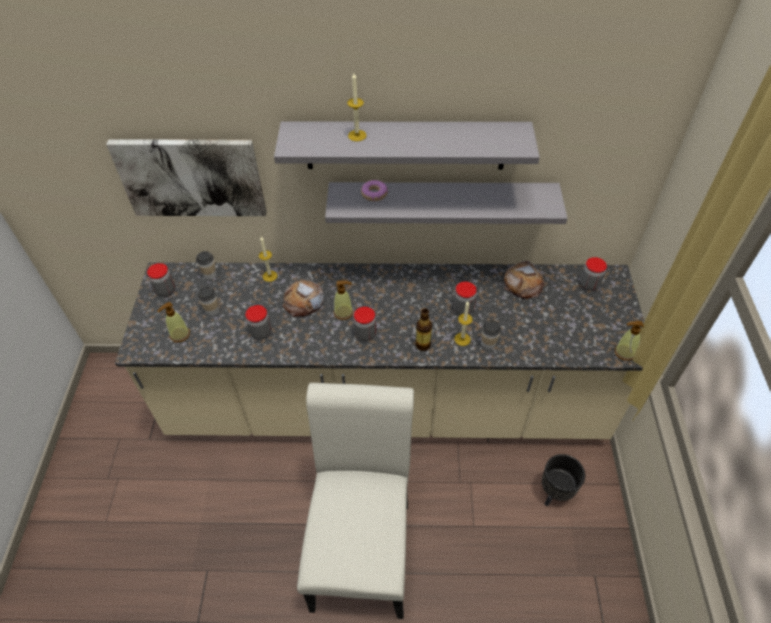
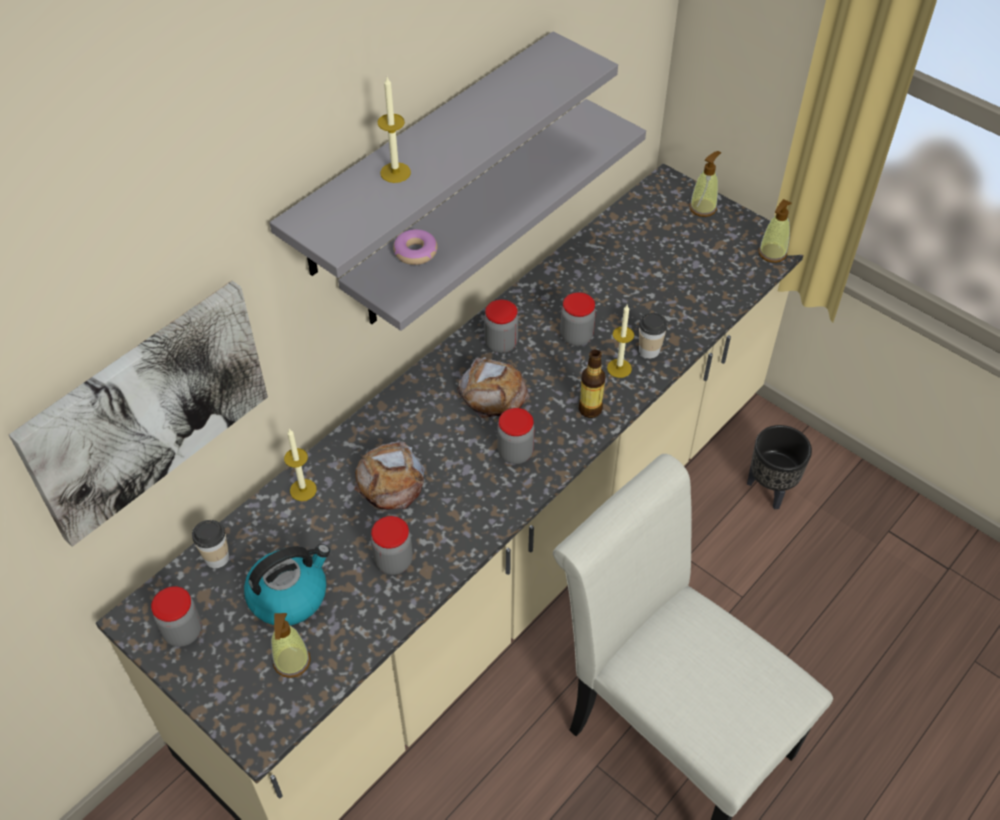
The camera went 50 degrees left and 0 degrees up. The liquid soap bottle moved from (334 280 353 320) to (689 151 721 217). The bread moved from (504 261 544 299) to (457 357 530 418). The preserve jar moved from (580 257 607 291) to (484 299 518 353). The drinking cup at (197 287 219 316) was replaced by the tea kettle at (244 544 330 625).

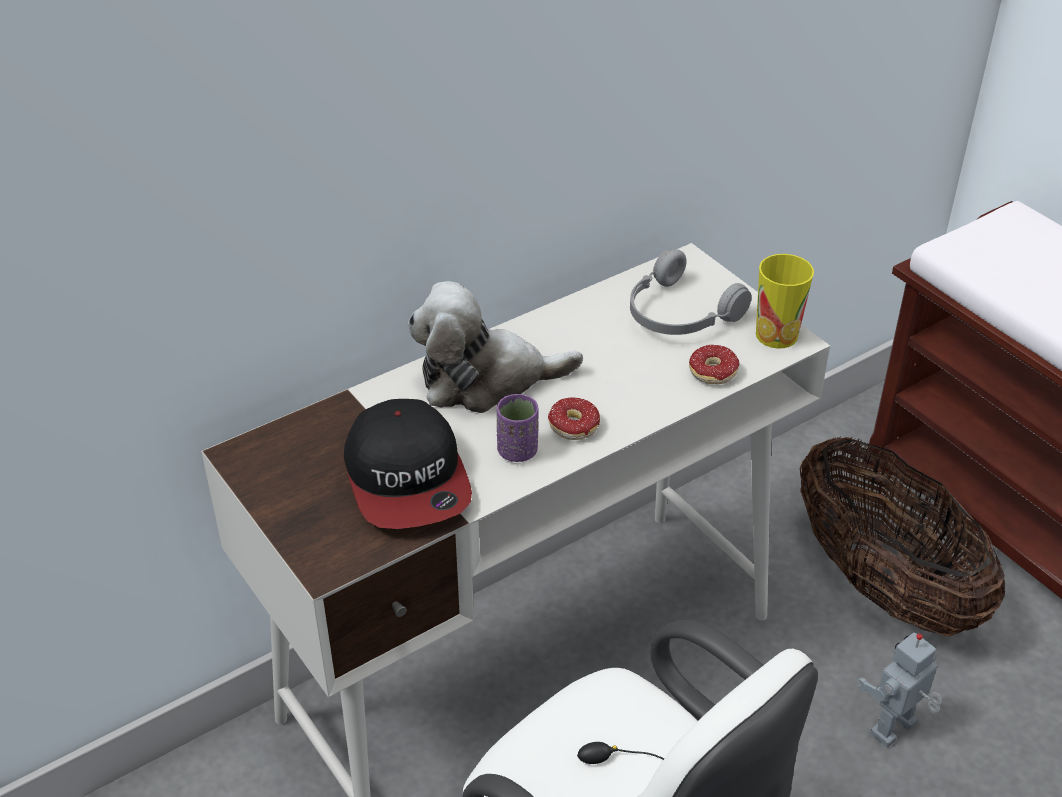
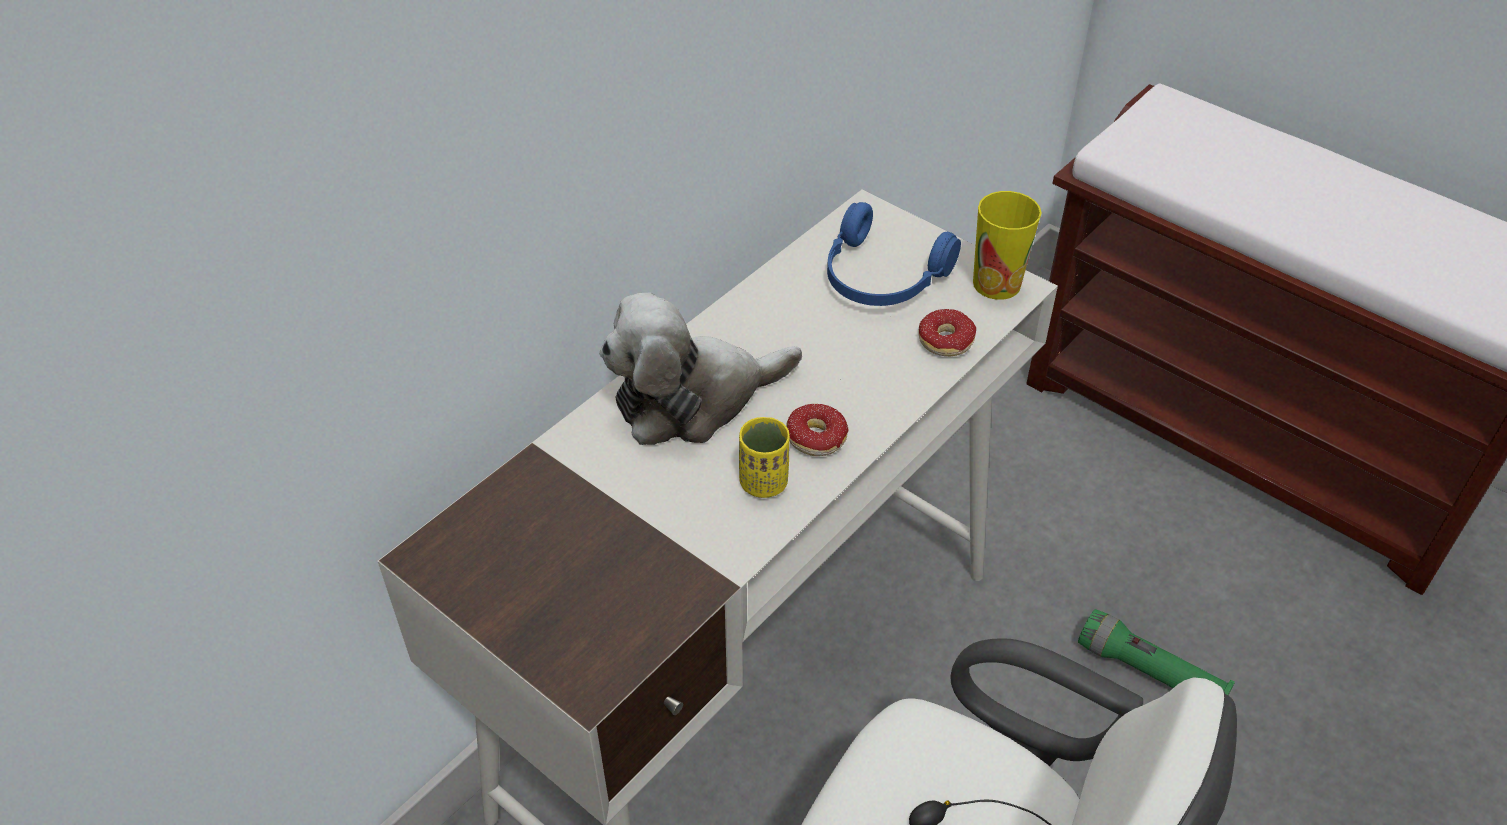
The camera went 15 degrees left and 5 degrees up. The peaked cap at (344 399 472 529) disappeared. The basket at (800 436 1005 637) disappeared. The model robot at (857 632 942 747) was replaced by the torch/greenish at (1078 609 1235 695). The drinking cup/purple-coloured at (496 394 538 462) became the drinking cup/yellowish at (739 417 790 498). The headset/greyish at (630 249 752 335) became the headset/blue-coloured at (827 202 961 306).

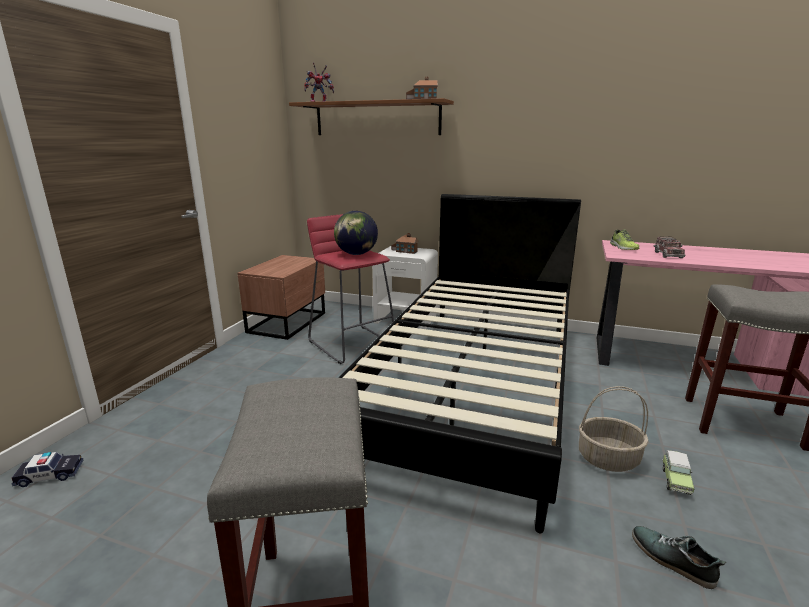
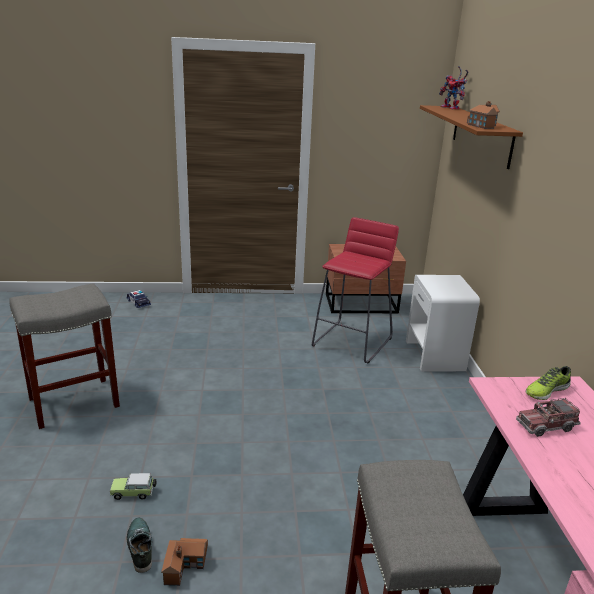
The camera went 65 degrees right and 5 degrees up. The desk globe at (334 211 378 255) disappeared. The bed/blackish at (339 194 581 534) disappeared. The basket at (579 386 649 472) disappeared. The model house moved from (391 233 419 254) to (161 538 208 586). The miniature car moved from (662 450 694 495) to (110 473 157 500). The low shoe at (632 526 726 589) turned 45 degrees counterclockwise.

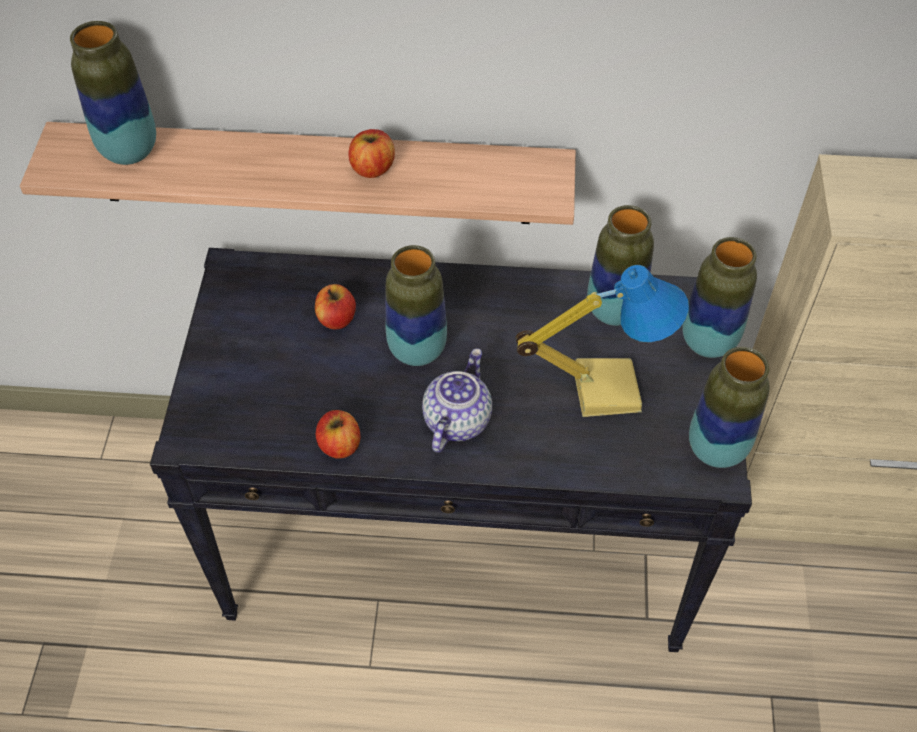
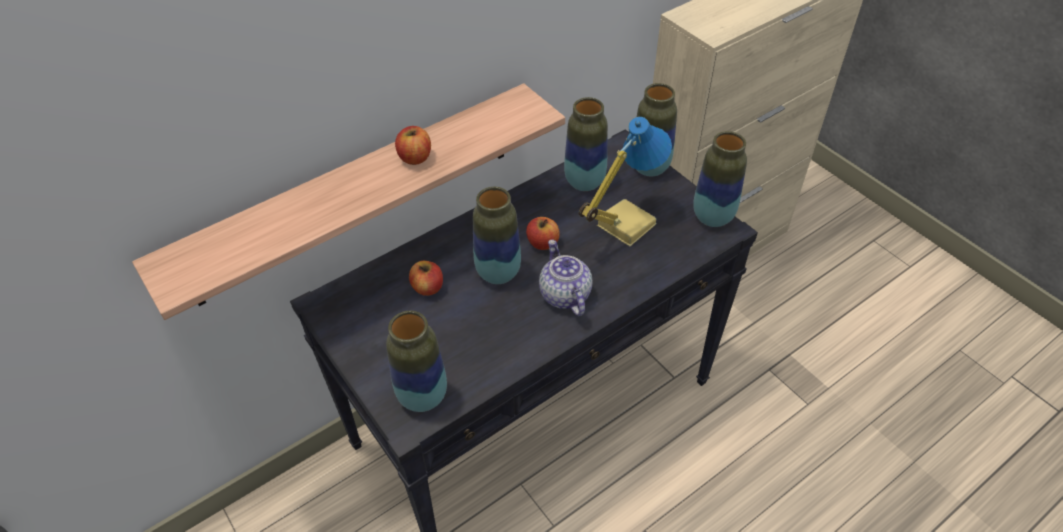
The camera went 40 degrees left and 5 degrees down. The vase moved from (70 21 156 165) to (386 311 447 412). The apple fruit moved from (316 410 360 459) to (526 217 560 250).

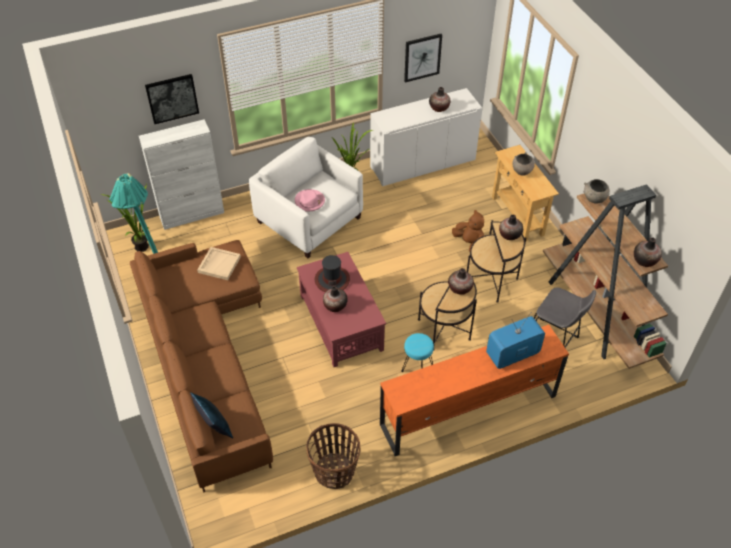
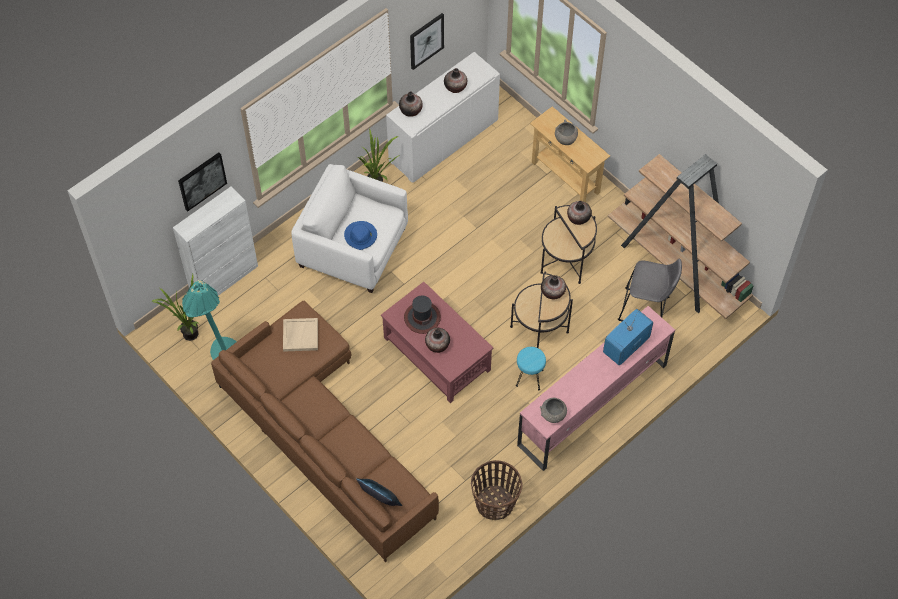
The camera went 20 degrees left and 10 degrees up. The cuddly toy/brownish at (452 210 484 252) disappeared. The serving bowl/greyish moved from (583 179 610 204) to (540 397 567 423). The vase moved from (634 237 662 267) to (399 92 423 117). The hat/pinkish at (295 189 325 212) became the hat/blue-coloured at (344 221 377 250). The media console/orange at (380 325 569 456) became the media console/pinkish at (517 306 675 471).

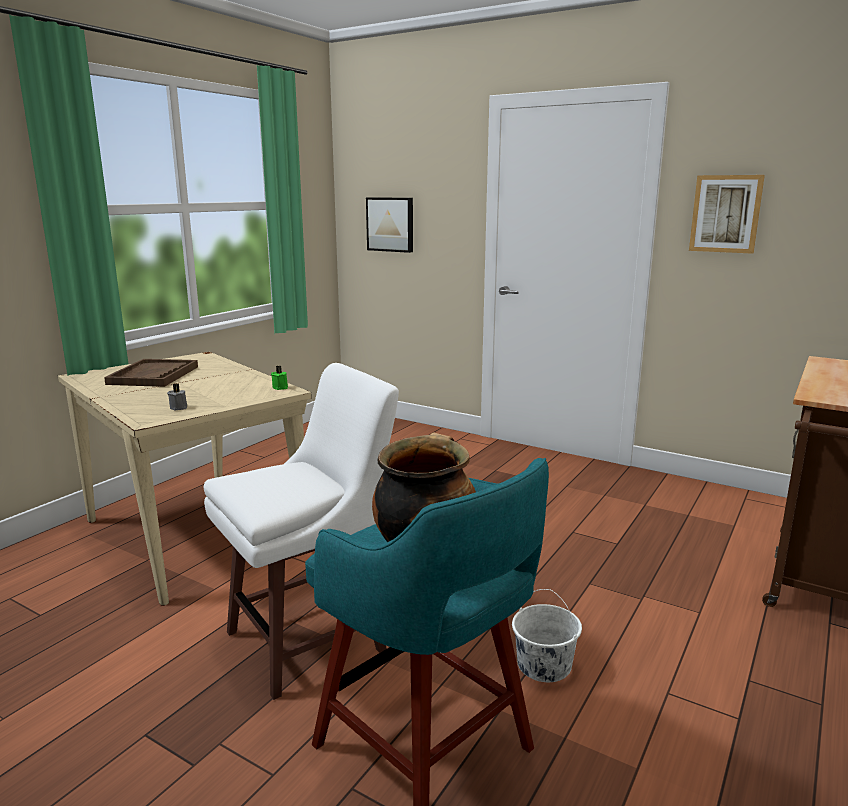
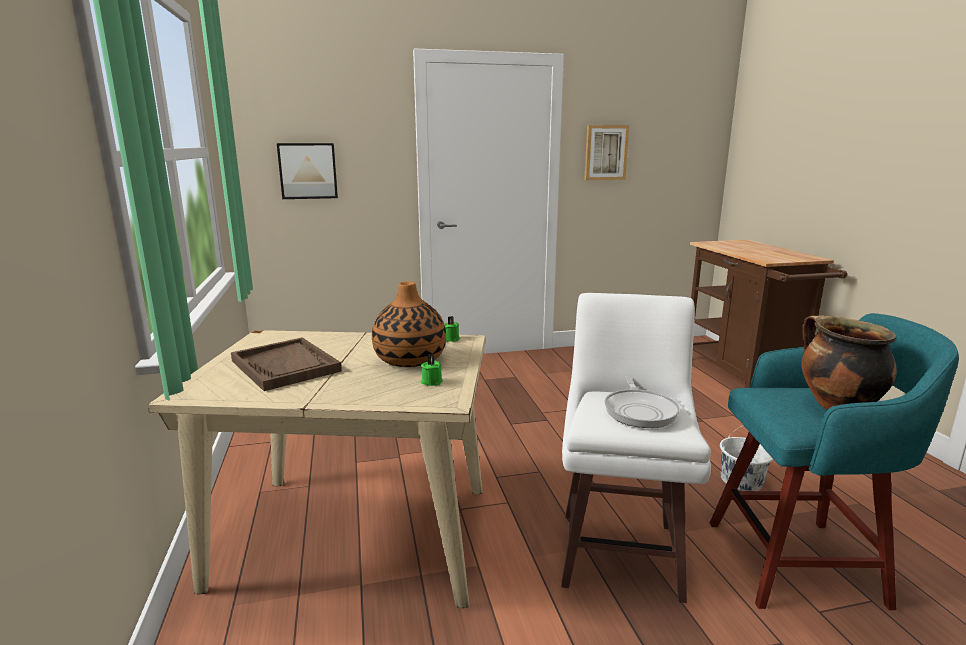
The camera went 45 degrees left and 0 degrees up. The vase at (372 281 446 367) appeared. The pan at (604 376 680 428) appeared. The wax candle/greyish at (167 383 187 410) became the wax candle/greenish at (421 355 443 386).

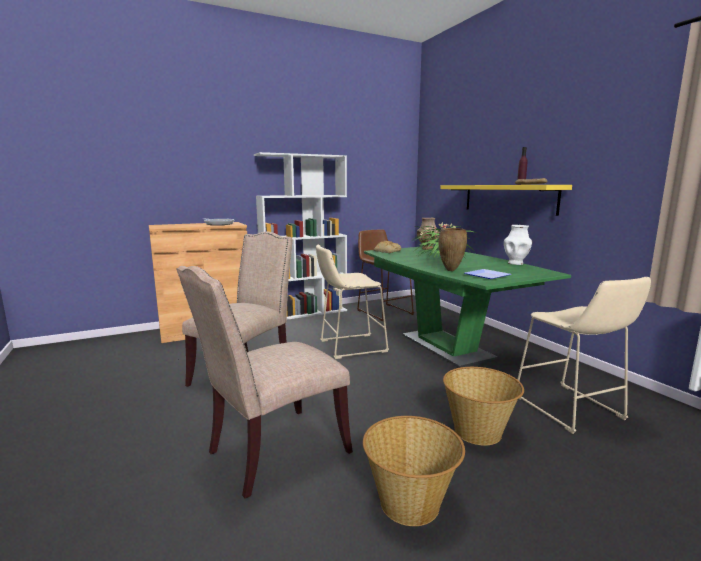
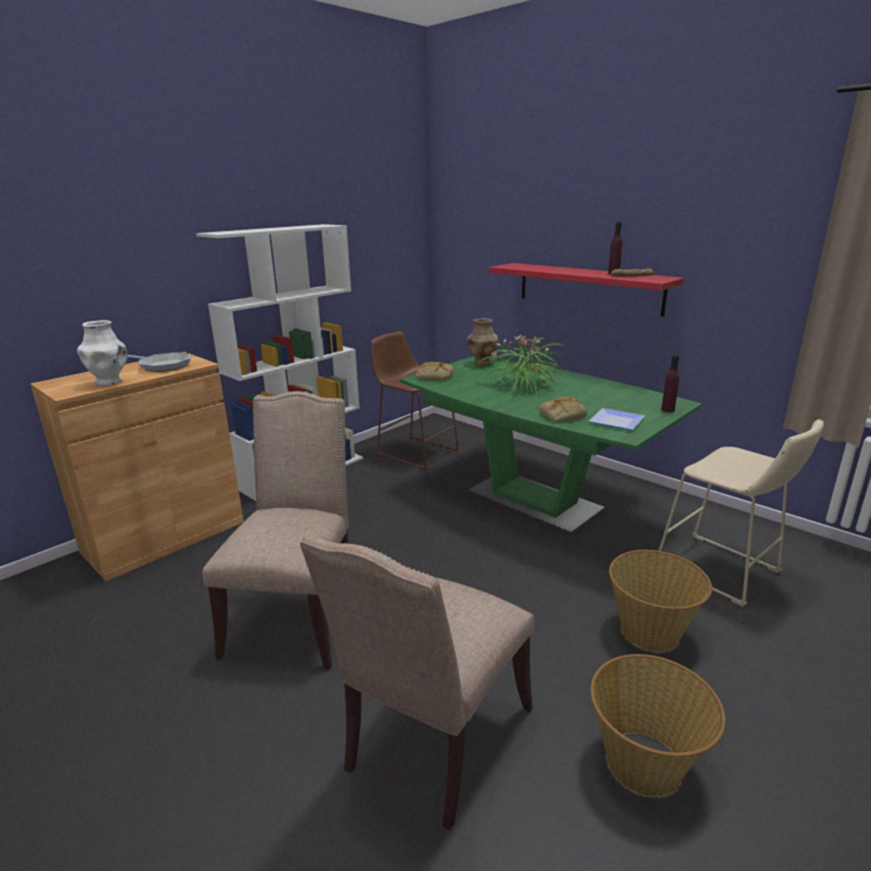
The camera went 20 degrees left and 10 degrees up. The sitting stool/beige at (316 245 389 359) disappeared. The beverage bottle/purple-coloured at (661 355 679 413) appeared. The vase/whitish moved from (504 225 532 265) to (77 320 128 386). The vase/brownish at (438 228 467 271) was replaced by the bread at (539 396 587 422). The bracket shelf/yellowish at (440 185 572 216) became the bracket shelf/reddish at (489 263 684 317).

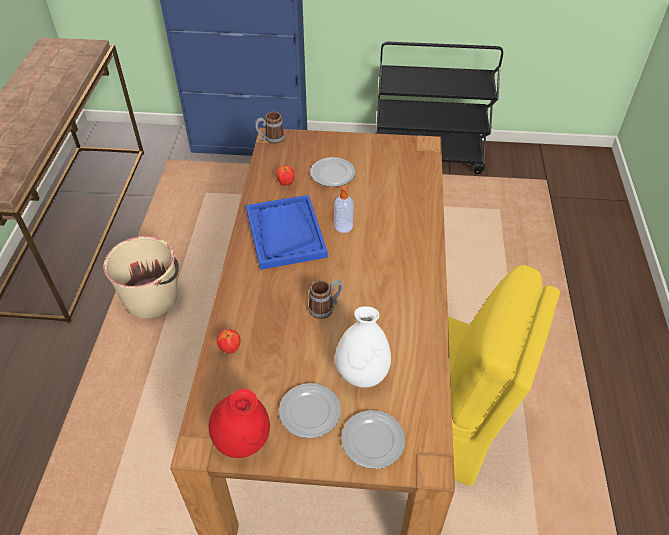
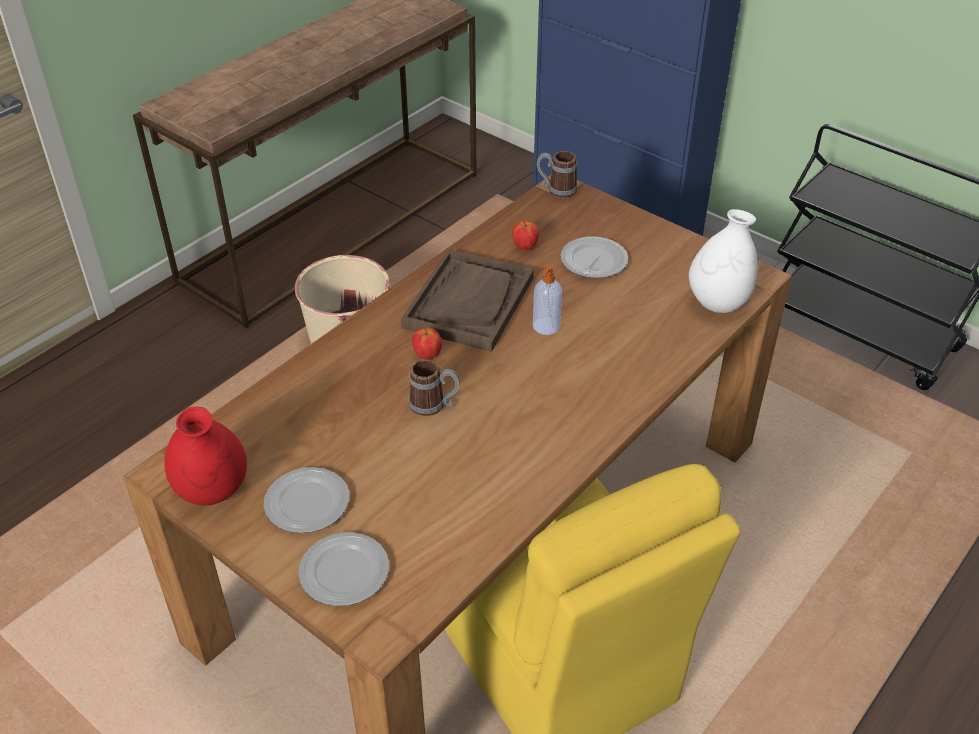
The camera went 35 degrees right and 5 degrees down. The apple fruit moved from (217 329 240 354) to (412 327 442 360). The vase/whitish moved from (335 306 391 388) to (689 209 757 313). The tray/blue-coloured at (246 195 328 270) became the tray/brownish at (401 249 534 352).

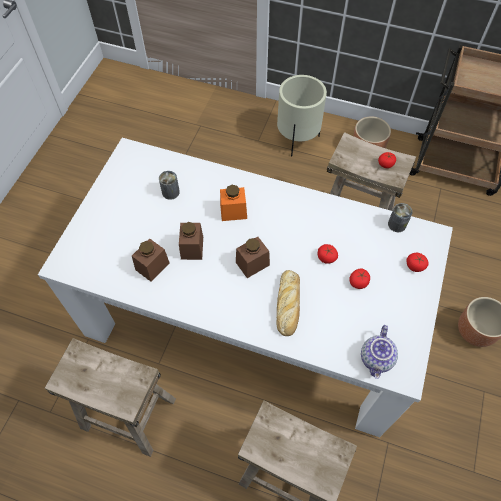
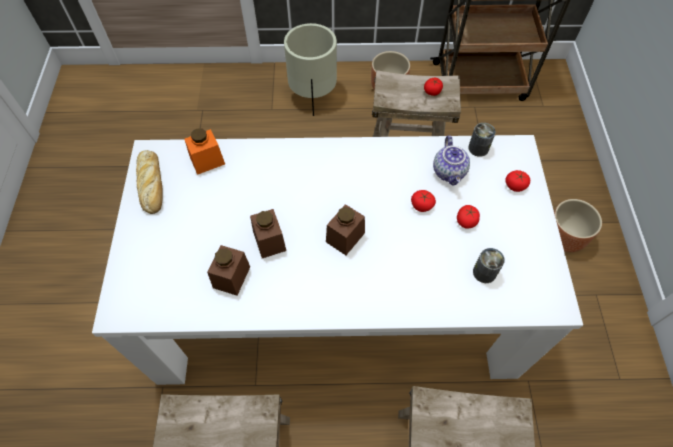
The camera went 20 degrees left and 0 degrees up. The sealed can moved from (159 171 180 200) to (473 248 505 283). The preserve jar/orange moved from (220 185 247 221) to (184 128 225 175). The bread moved from (277 270 300 336) to (136 150 163 214). The teapot moved from (361 325 398 379) to (433 135 470 186).

